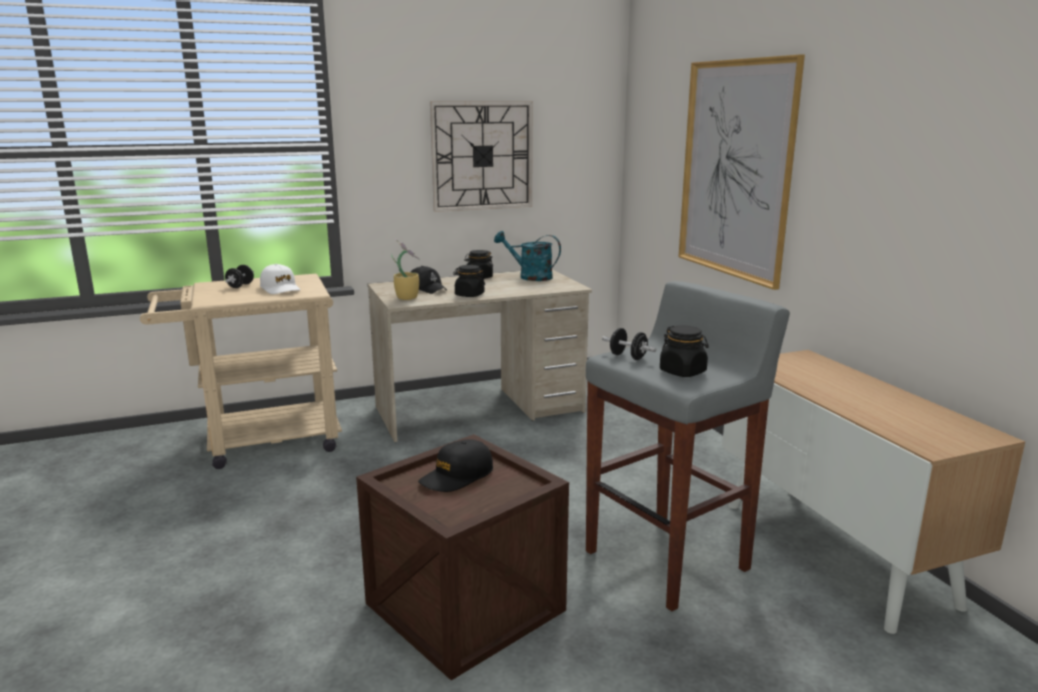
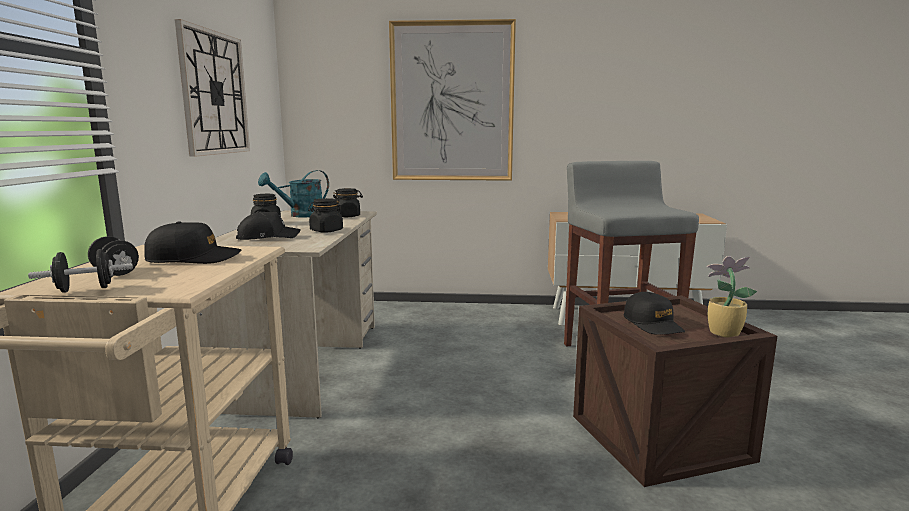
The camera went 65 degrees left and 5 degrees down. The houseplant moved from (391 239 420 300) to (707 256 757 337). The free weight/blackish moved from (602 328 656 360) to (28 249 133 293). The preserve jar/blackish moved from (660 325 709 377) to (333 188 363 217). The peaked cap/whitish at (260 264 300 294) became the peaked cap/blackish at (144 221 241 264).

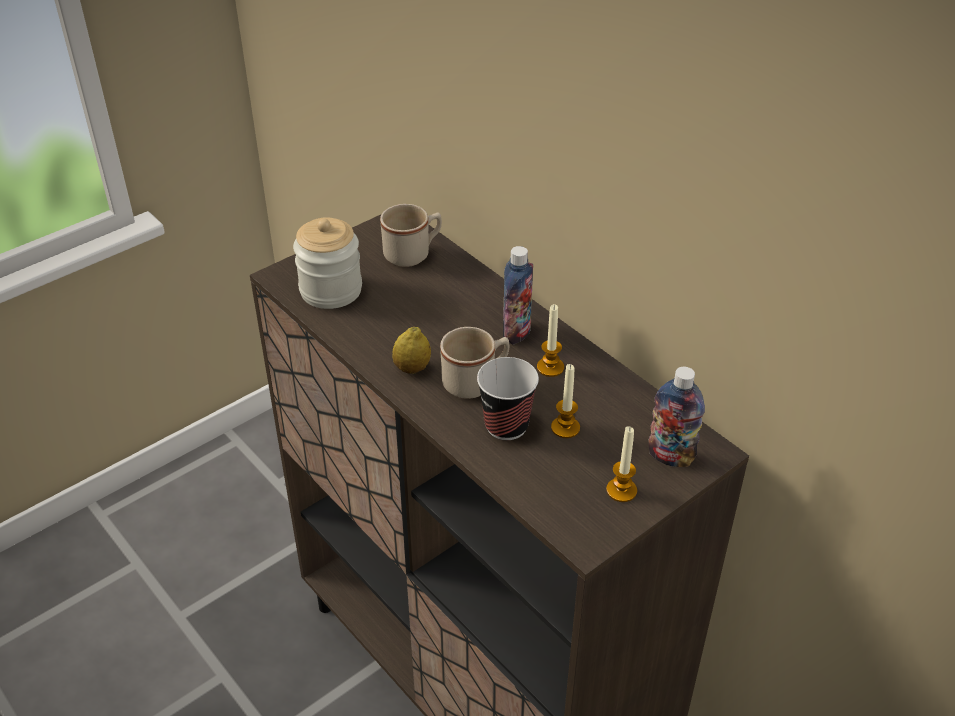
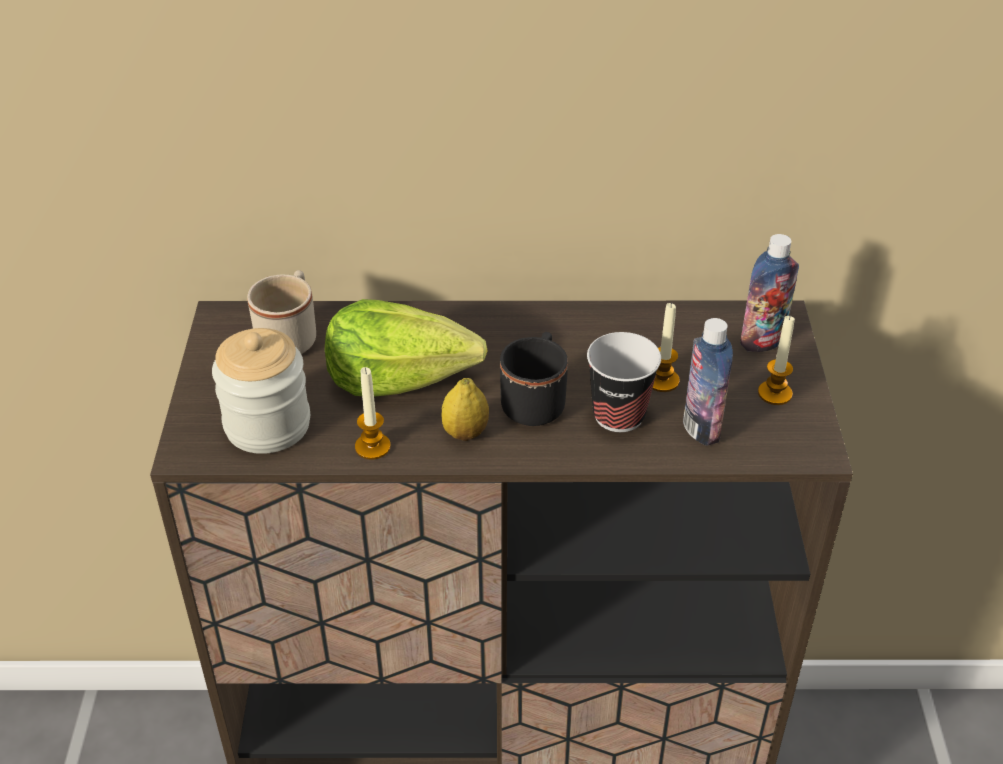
The camera went 50 degrees left and 0 degrees up. The head of lettuce at (325 299 488 397) appeared. The beverage bottle moved from (503 246 533 345) to (683 318 733 446). The wax candle moved from (537 304 564 377) to (355 367 391 460). The mug/beige at (440 327 509 399) became the mug/blackish at (500 332 568 426).

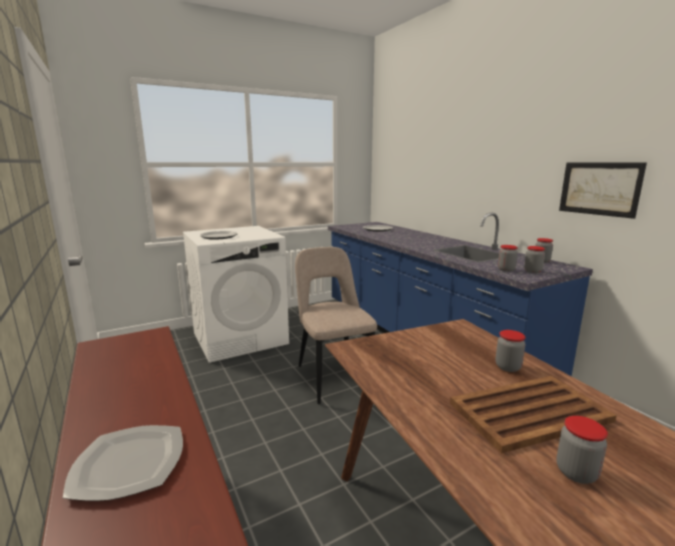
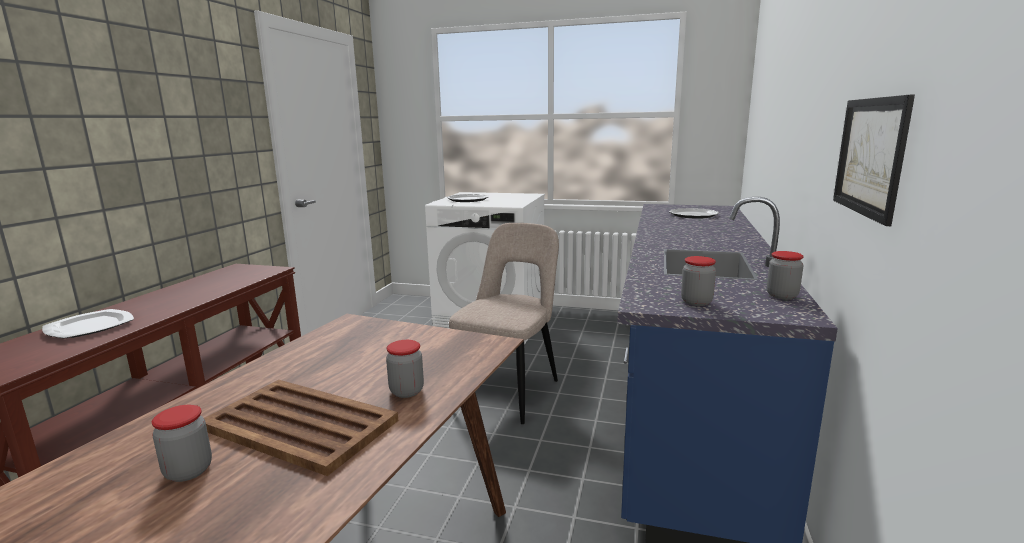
The camera went 45 degrees right and 0 degrees up. The preserve jar at (498 245 518 272) disappeared.

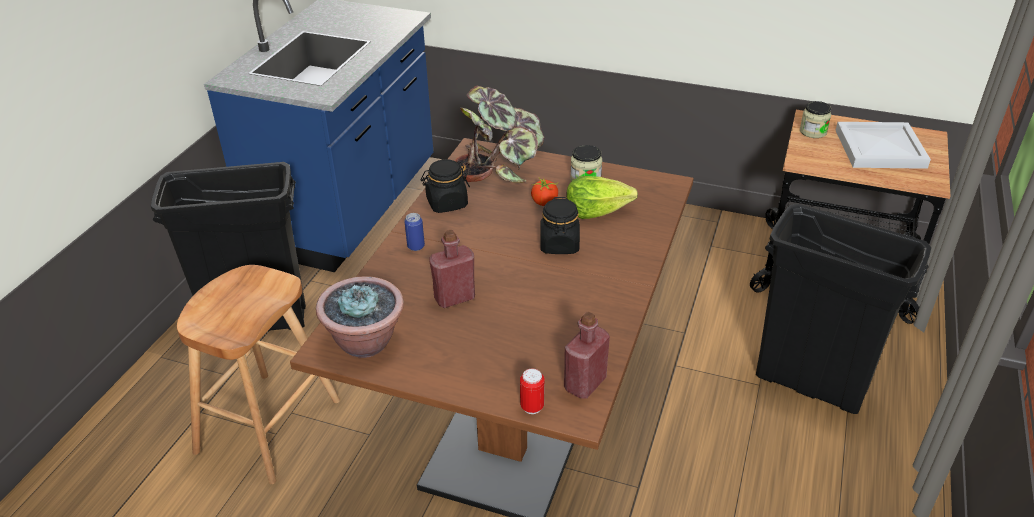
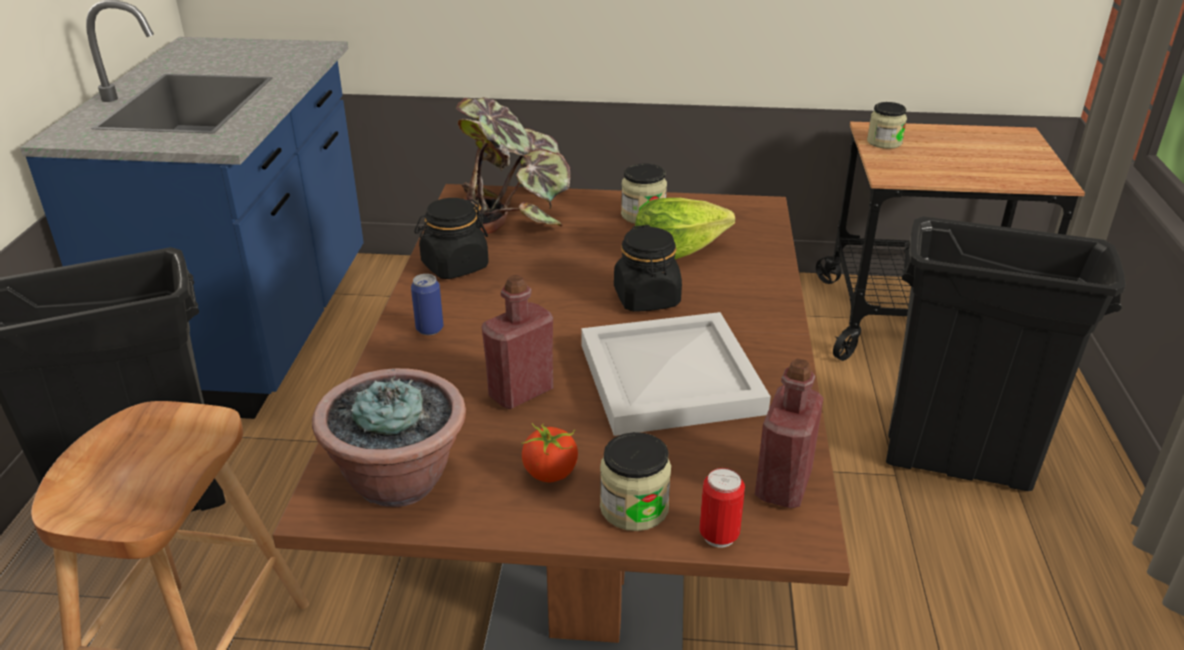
The camera went 15 degrees left and 5 degrees down. The preserve jar at (600 432 671 531) appeared. The whole tomato moved from (531 178 558 206) to (522 423 578 483). The tray/whitish moved from (835 122 931 169) to (581 312 771 436).

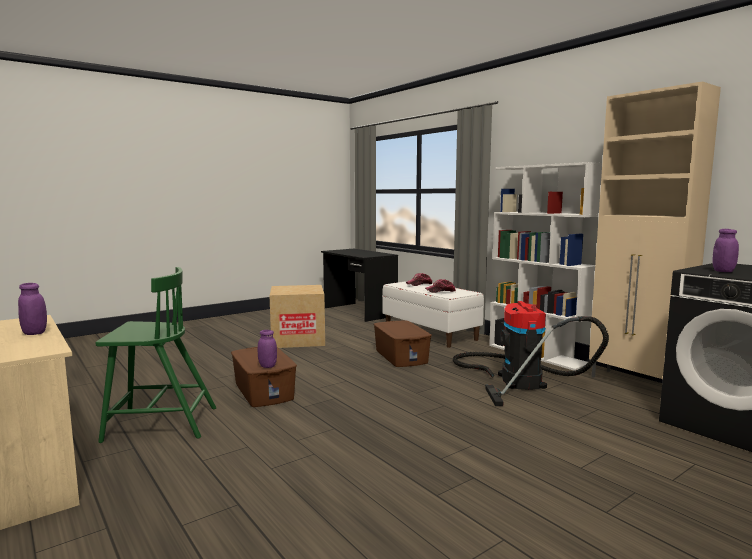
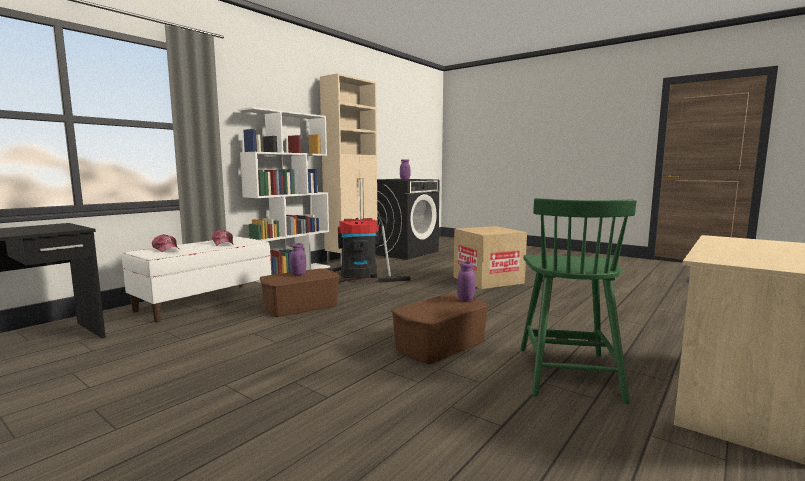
The camera went 105 degrees left and 0 degrees up. The preserve jar/purple-coloured moved from (18 283 47 335) to (290 244 306 276). The cardboard box moved from (270 285 325 348) to (454 226 527 289). The plain chair/greenish at (96 267 216 443) turned 150 degrees counterclockwise.

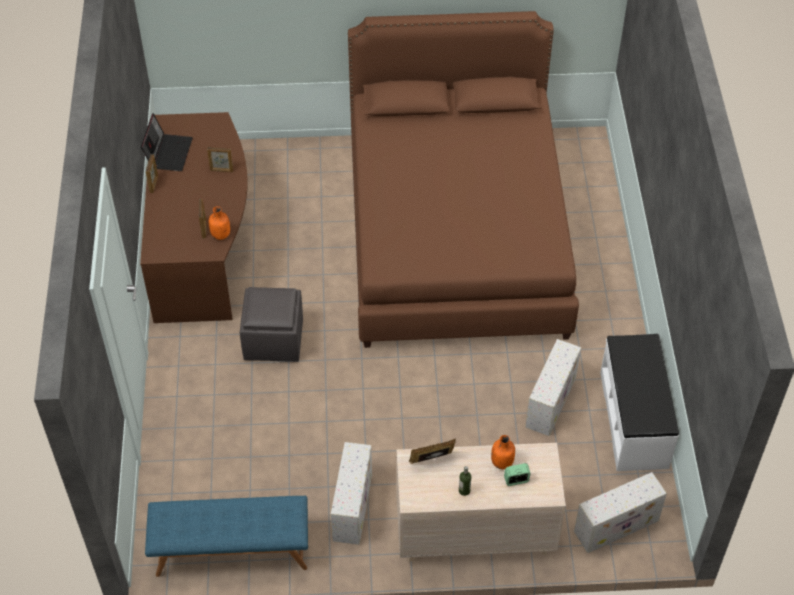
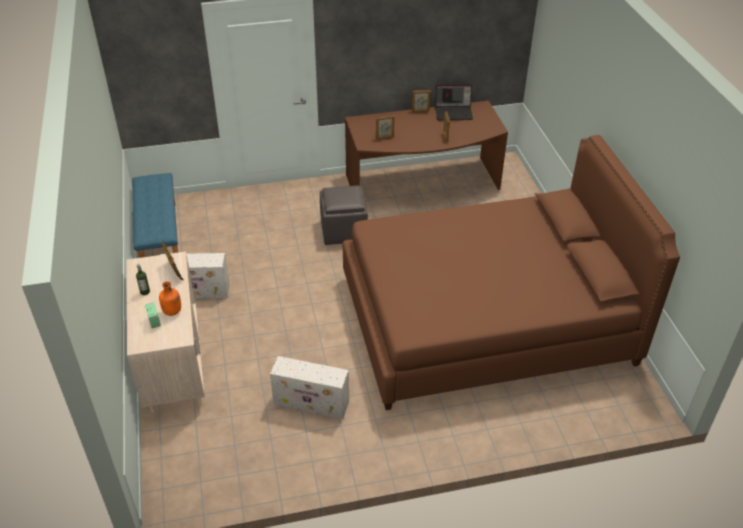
The camera went 80 degrees right and 10 degrees down. The beverage bottle/orange at (209 206 230 240) disappeared. The storage box/whitish at (574 472 667 553) disappeared. The indoor bench/whitish at (600 334 679 471) disappeared.

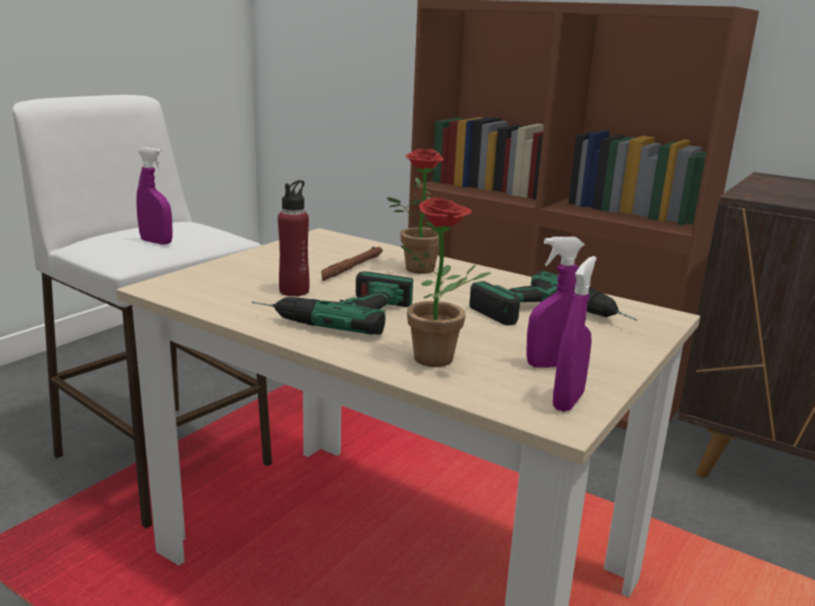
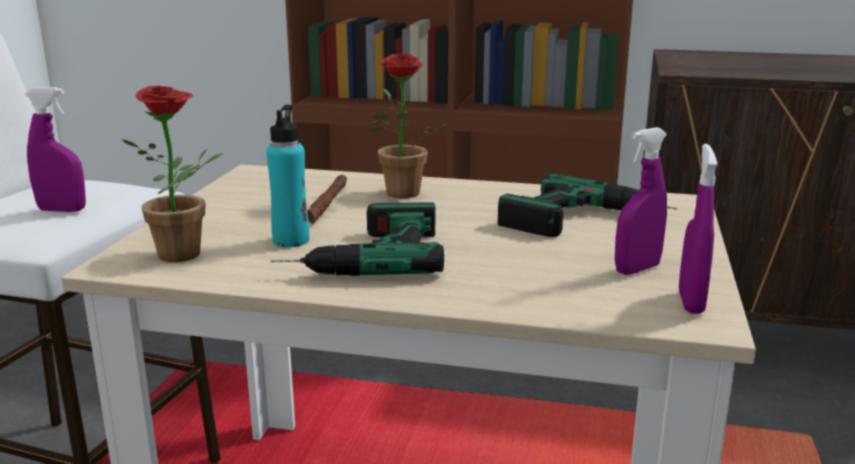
The camera went 20 degrees left and 0 degrees up. The houseplant moved from (400 198 491 367) to (122 86 223 262). The beverage bottle/reddish at (278 180 310 296) became the beverage bottle/blue-green at (266 105 309 247).

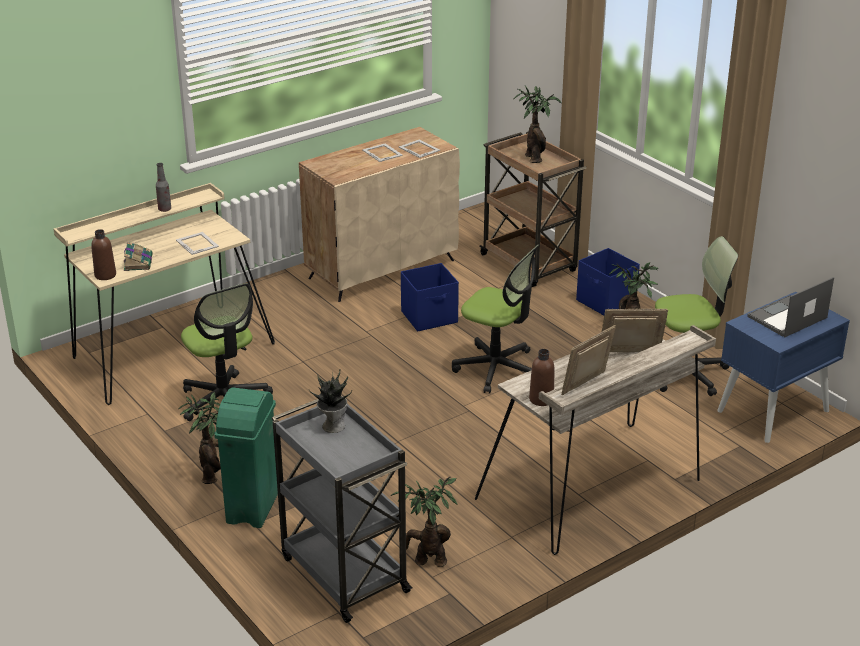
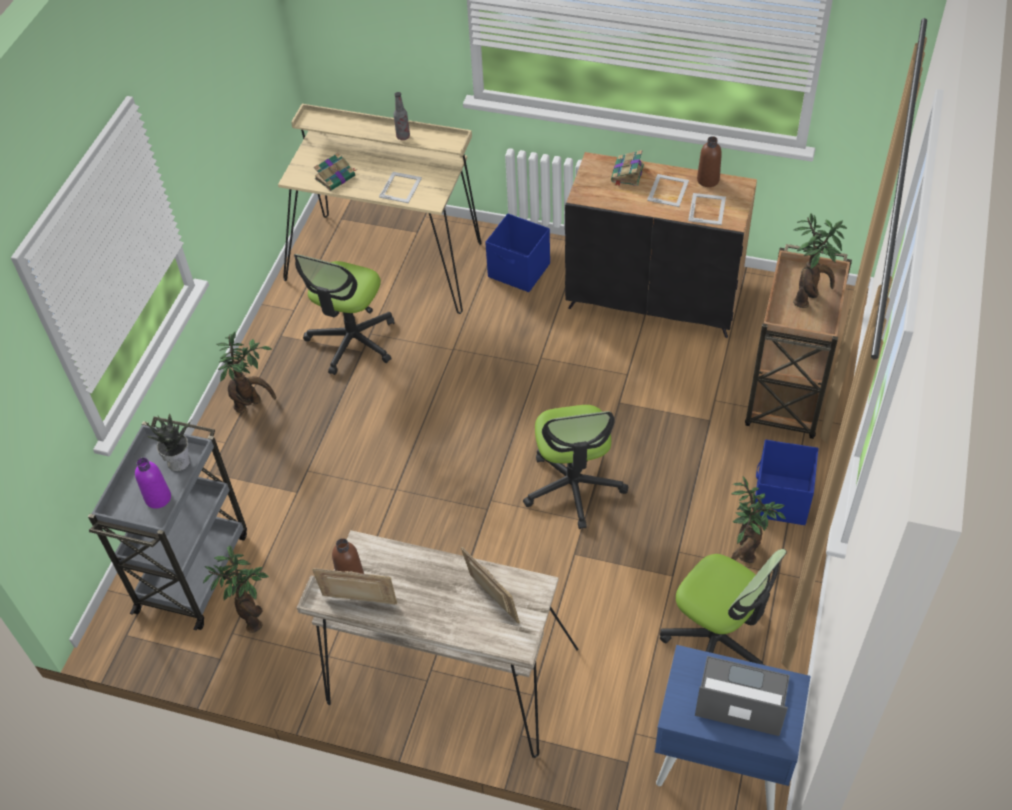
The camera went 55 degrees right and 20 degrees up. The trash can/greenish at (214 388 278 528) disappeared. The beverage bottle/purple-coloured at (135 458 171 509) appeared. The volume at (611 150 644 186) appeared. The beverage bottle/brownish moved from (91 229 116 280) to (697 136 722 187). The storage box/blue-coloured moved from (401 263 459 332) to (485 214 550 292). The cabinet/beige at (299 127 460 302) became the cabinet/blackish at (565 152 757 338).

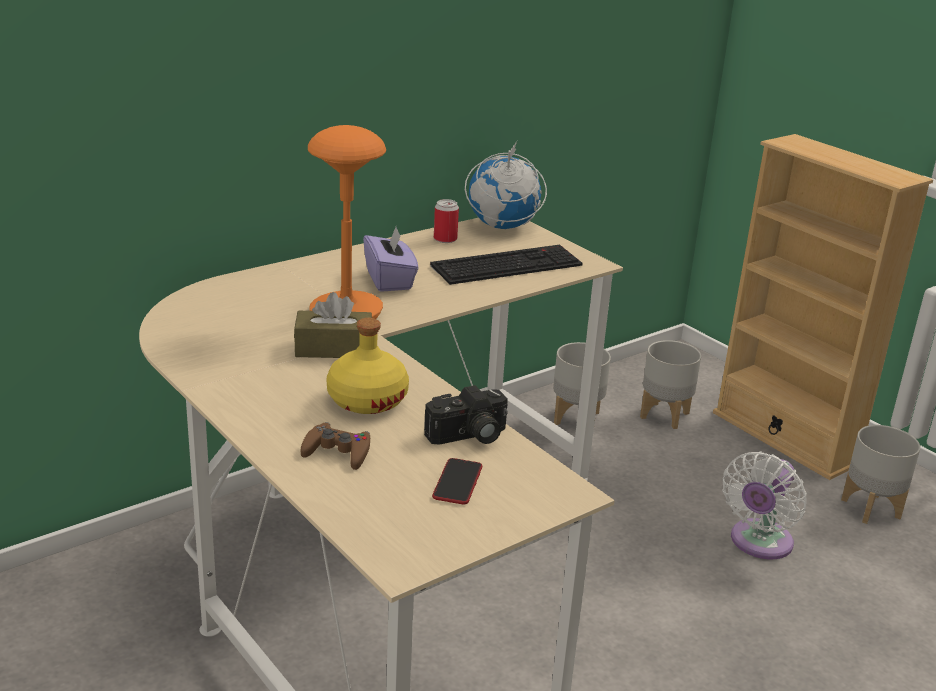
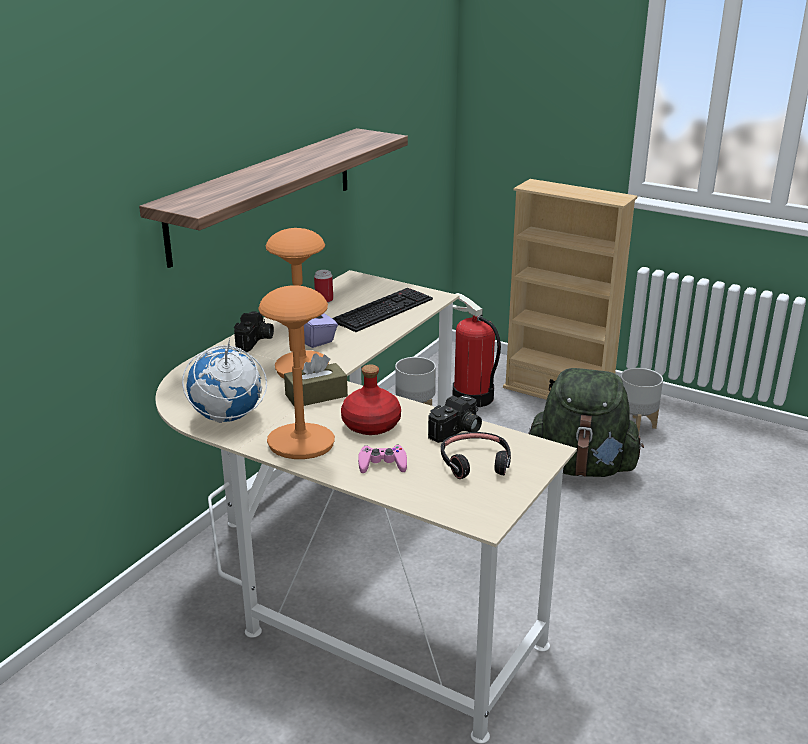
The camera went 20 degrees left and 0 degrees up. The bracket shelf at (139 128 408 268) appeared. The still camera at (234 311 274 352) appeared. The lamp for a table/orange at (258 285 335 459) appeared. The desk globe moved from (465 142 547 229) to (182 339 267 423). The telephone at (432 458 482 505) was replaced by the headset/blackish at (441 432 511 479). The plant pot/greyish at (640 340 701 429) was replaced by the fire-fighting cylinder at (452 293 501 407). The electric fan/whitish at (722 452 807 559) was replaced by the rucksack/greenish at (528 368 644 477). The joypad/brownish at (301 422 370 470) became the joypad/pinkish at (358 445 407 473). The beverage bottle/yellowish at (327 318 409 414) became the beverage bottle/reddish at (341 365 401 435).

